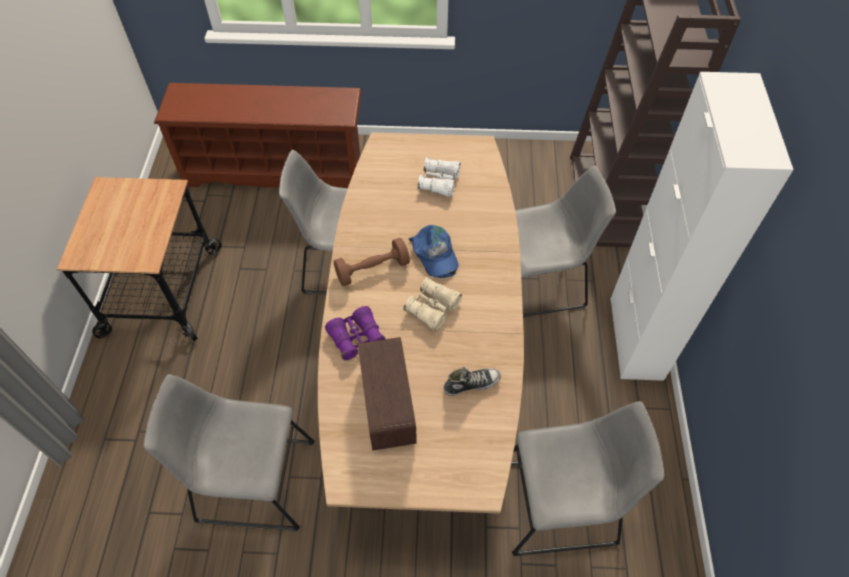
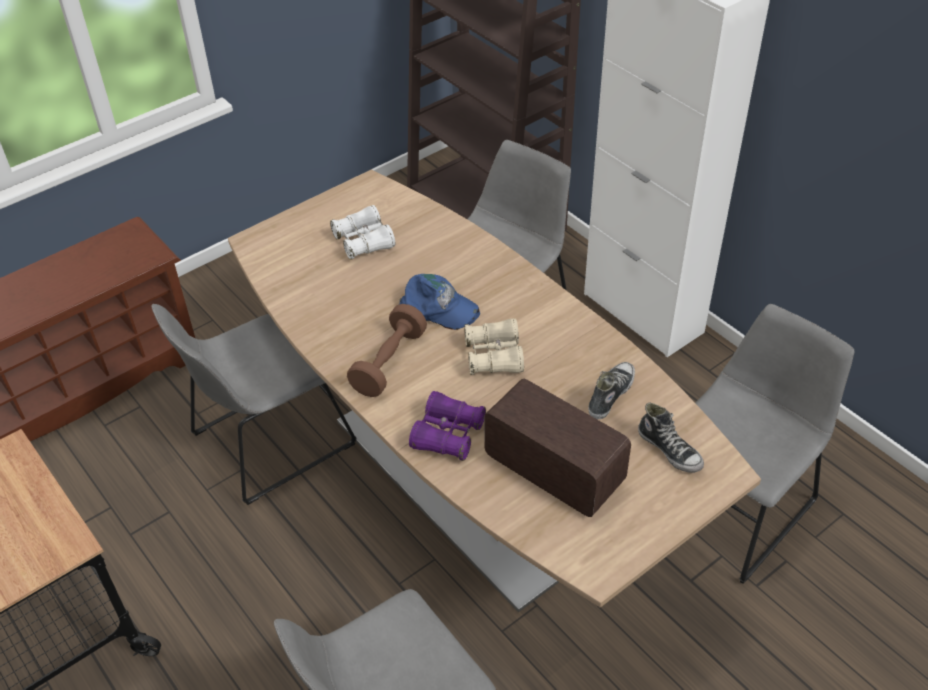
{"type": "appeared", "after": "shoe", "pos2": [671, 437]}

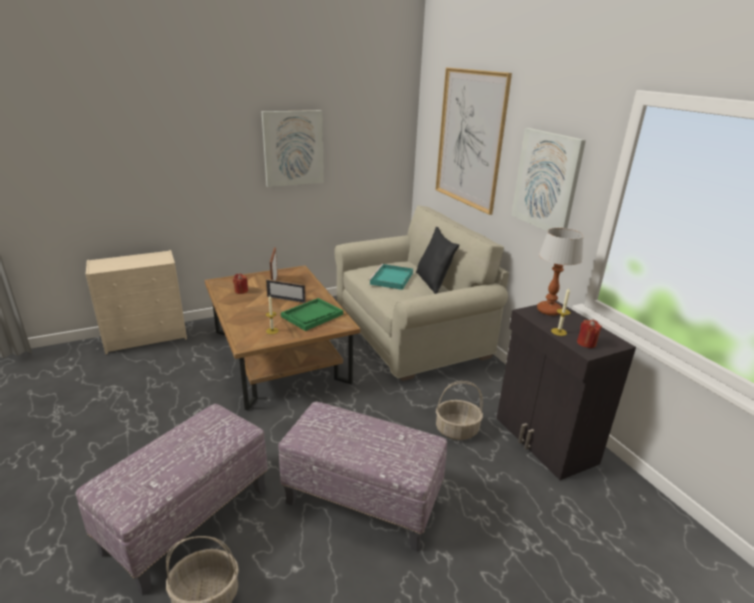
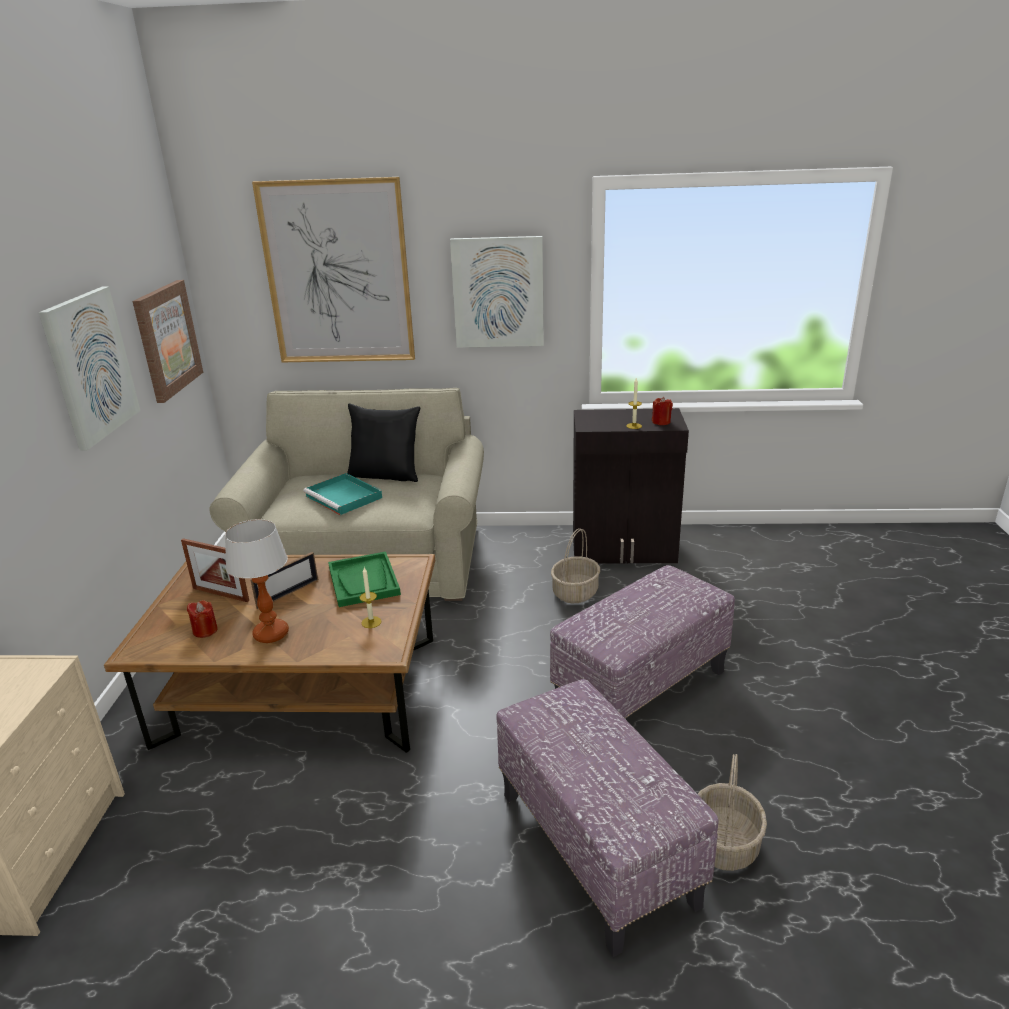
{"type": "relocated", "before": "table lamp", "pos1": [560, 272], "pos2": [257, 581]}
{"type": "appeared", "after": "picture", "pos2": [167, 341]}

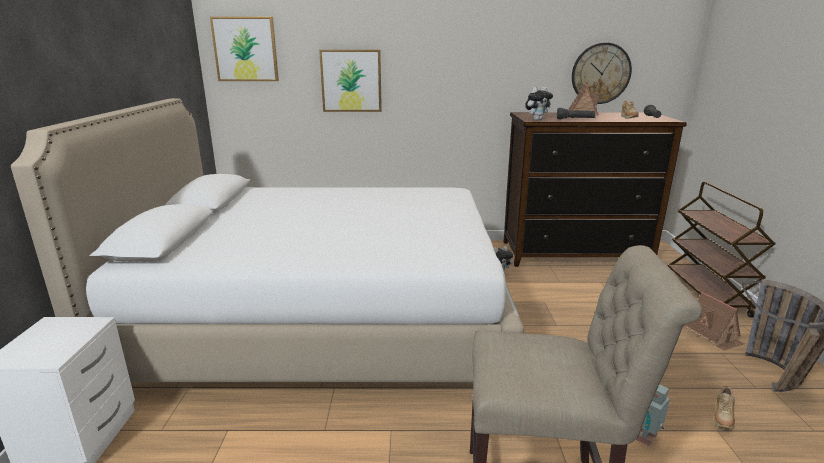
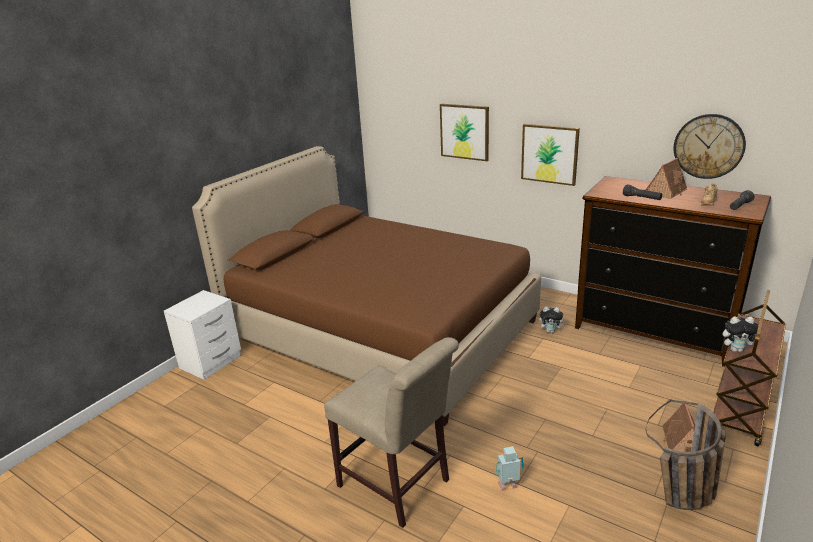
{"type": "relocated", "before": "picture", "pos1": [244, 49], "pos2": [550, 155]}
{"type": "relocated", "before": "plush toy", "pos1": [539, 103], "pos2": [742, 334]}
{"type": "colour", "before": "bed (white)", "after": "bed (brown)", "pos1": [267, 240], "pos2": [366, 286]}
{"type": "missing", "before": "shoe (beige)", "pos1": [724, 407]}

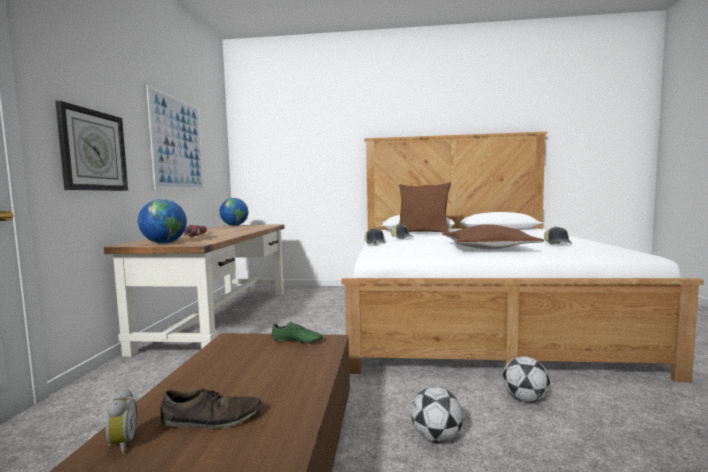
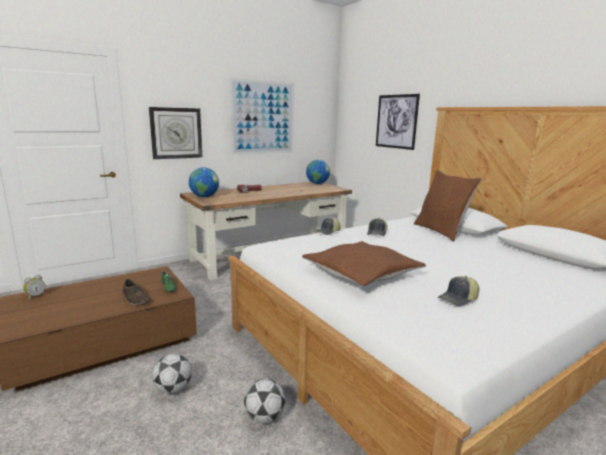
{"type": "relocated", "before": "shoe (brown)", "pos1": [211, 408], "pos2": [137, 292]}
{"type": "appeared", "after": "picture", "pos2": [398, 122]}

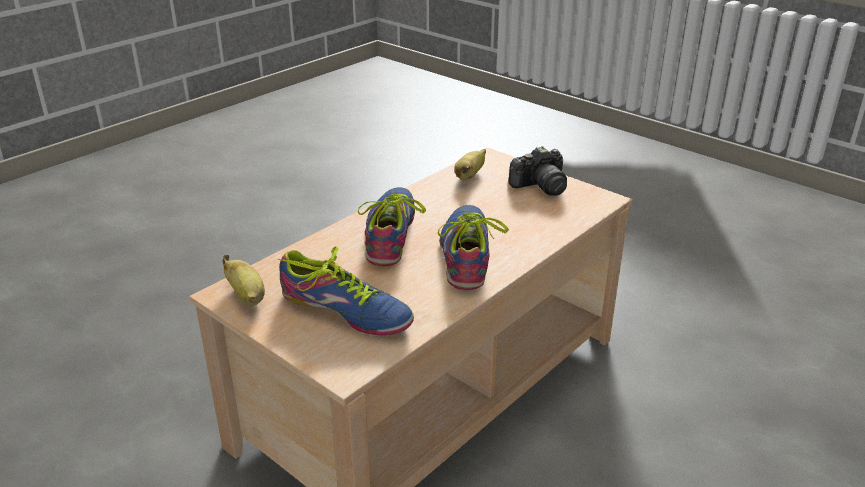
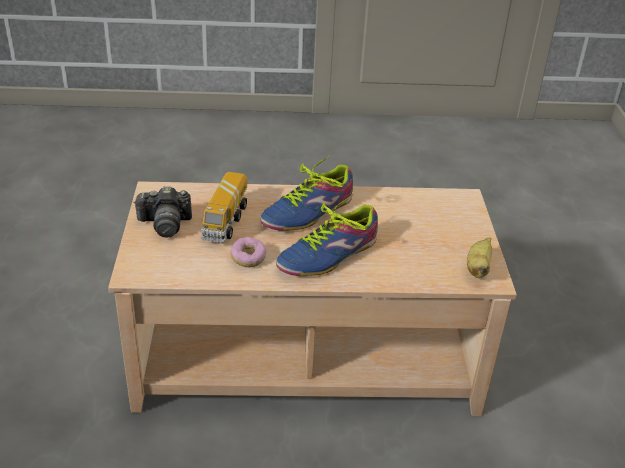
{"type": "spun", "before": "photo camera", "pos1": [538, 171], "pos2": [162, 211], "turn": 150}
{"type": "missing", "before": "banana", "pos1": [470, 165]}
{"type": "missing", "before": "shoe", "pos1": [346, 290]}
{"type": "appeared", "after": "toy truck", "pos2": [224, 207]}
{"type": "appeared", "after": "donut", "pos2": [248, 252]}

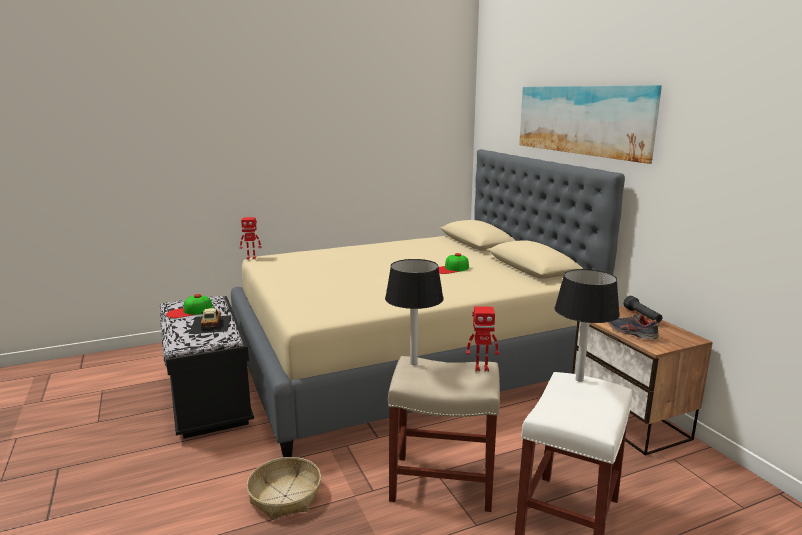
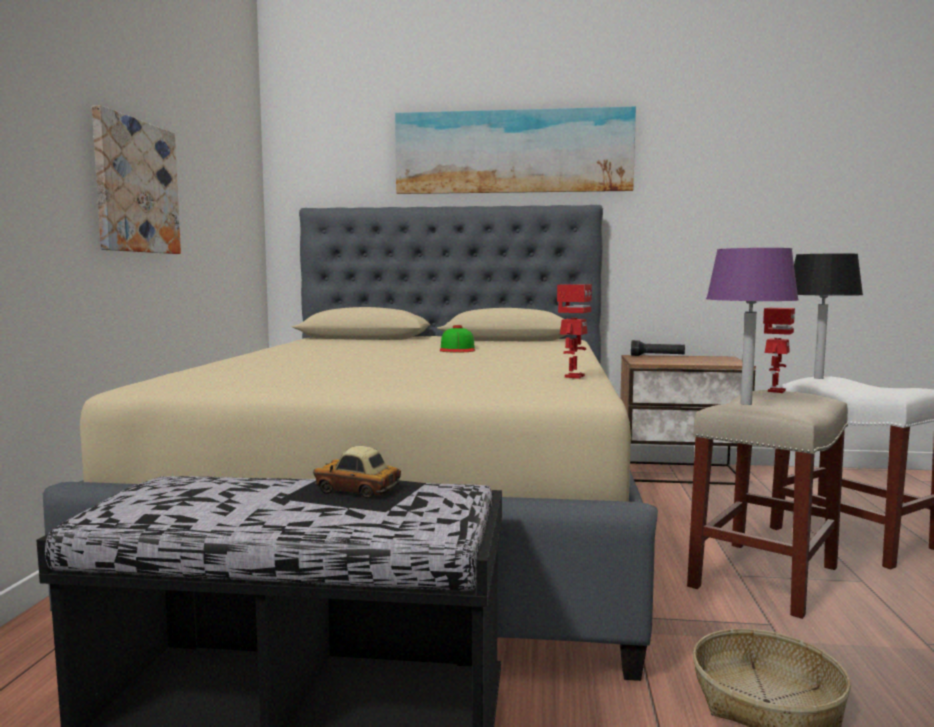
{"type": "relocated", "before": "toy robot", "pos1": [250, 238], "pos2": [574, 331]}
{"type": "colour", "before": "table lamp (black)", "after": "table lamp (purple)", "pos1": [414, 312], "pos2": [752, 326]}
{"type": "missing", "before": "cap", "pos1": [189, 306]}
{"type": "missing", "before": "shoe", "pos1": [633, 326]}
{"type": "appeared", "after": "picture", "pos2": [136, 179]}

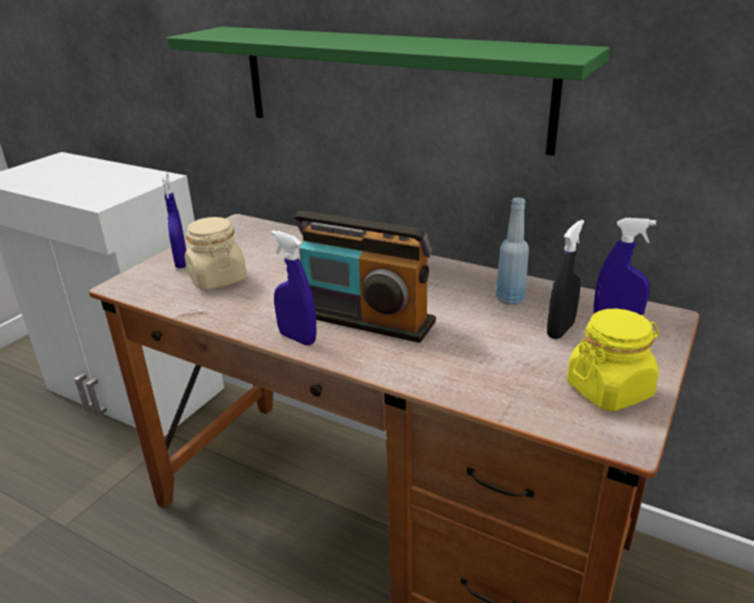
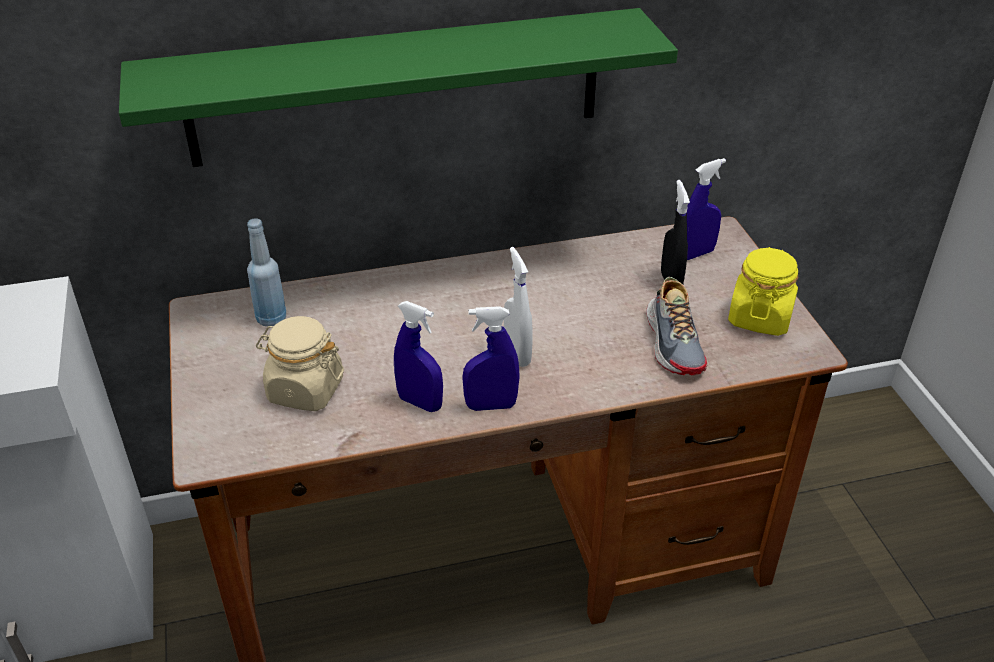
{"type": "relocated", "before": "spray bottle (blue)", "pos1": [174, 220], "pos2": [418, 356]}
{"type": "relocated", "before": "bottle (blue)", "pos1": [512, 251], "pos2": [266, 272]}
{"type": "exchanged", "before": "radio", "after": "spray bottle (white)", "pos1": [365, 277], "pos2": [518, 307]}
{"type": "appeared", "after": "shoe", "pos2": [677, 326]}

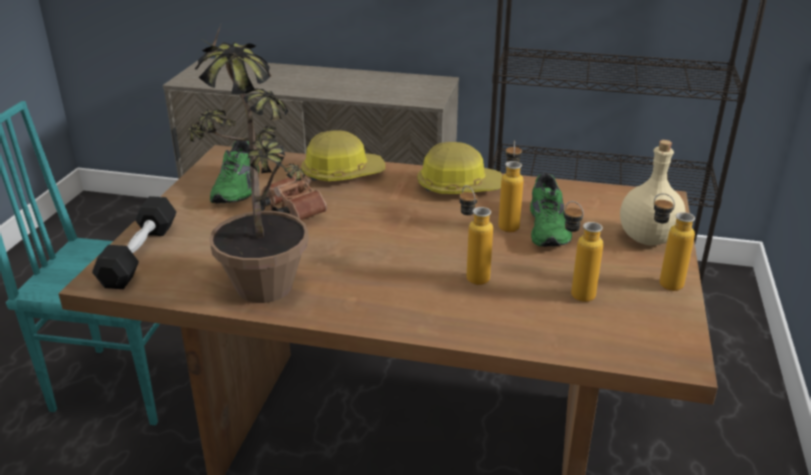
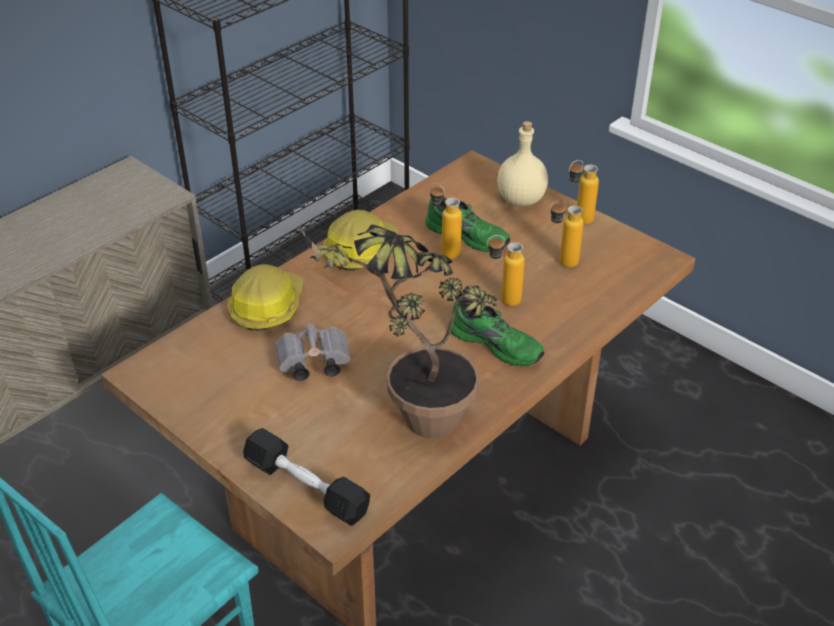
{"type": "relocated", "before": "shoe (green)", "pos1": [234, 171], "pos2": [496, 331]}
{"type": "colour", "before": "binoculars (brown)", "after": "binoculars (grey)", "pos1": [294, 198], "pos2": [312, 352]}

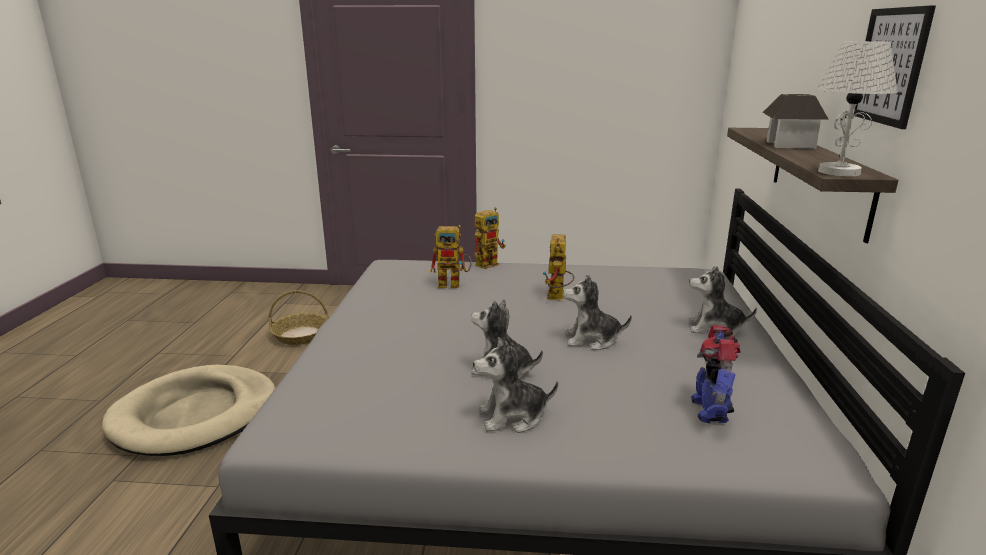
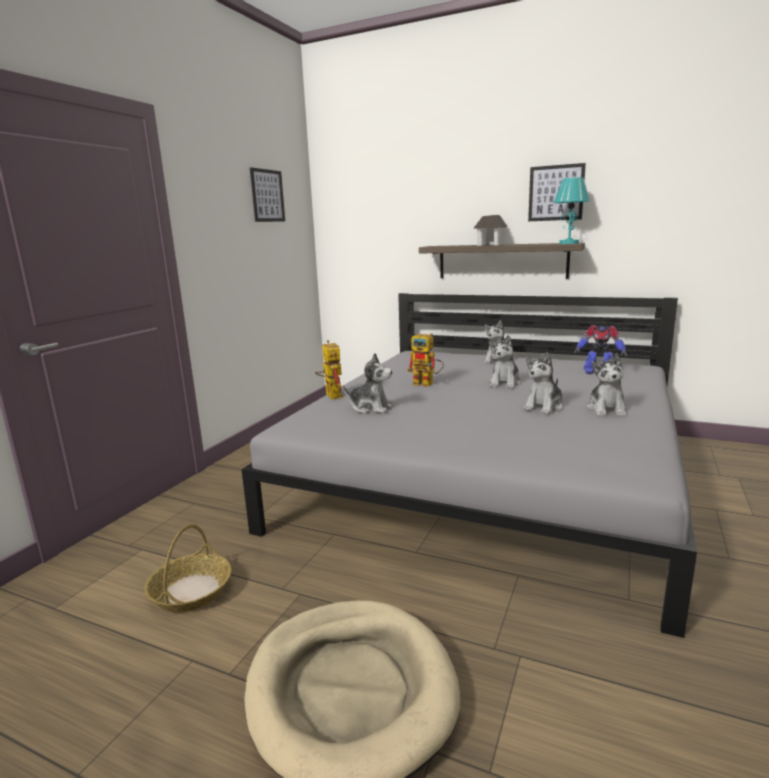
{"type": "colour", "before": "table lamp (white)", "after": "table lamp (turquoise)", "pos1": [857, 108], "pos2": [572, 210]}
{"type": "exchanged", "before": "toy robot", "after": "plush toy", "pos1": [451, 256], "pos2": [368, 383]}
{"type": "appeared", "after": "picture", "pos2": [267, 194]}

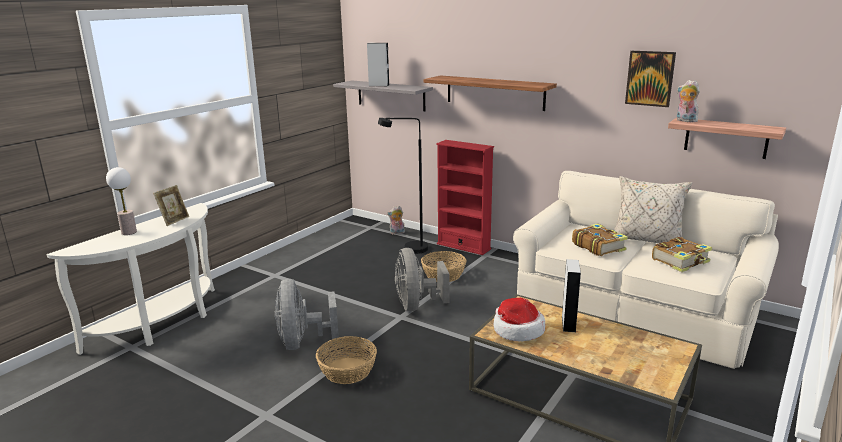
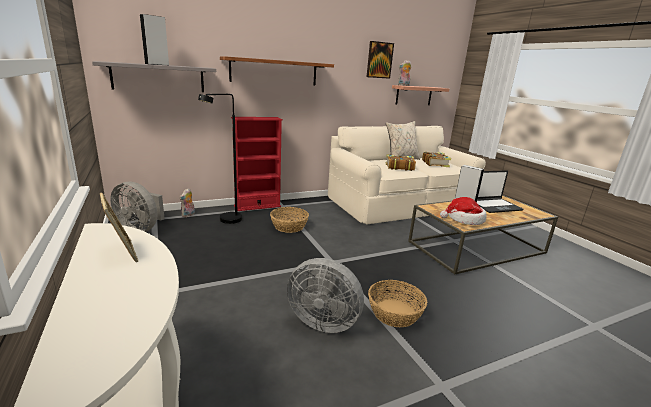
{"type": "missing", "before": "table lamp", "pos1": [121, 201]}
{"type": "relocated", "before": "fan (grey)", "pos1": [422, 279], "pos2": [137, 207]}
{"type": "appeared", "after": "laptop", "pos2": [500, 191]}

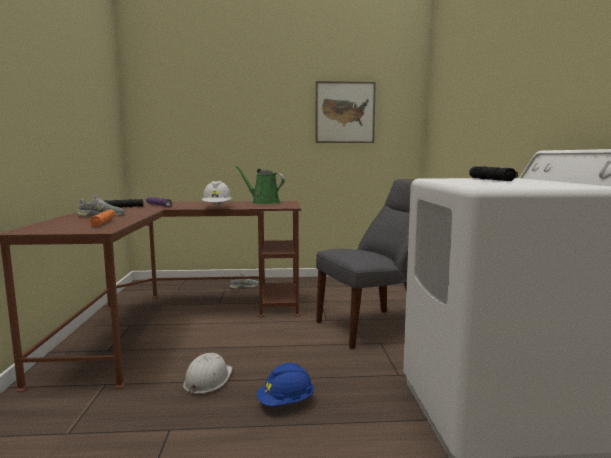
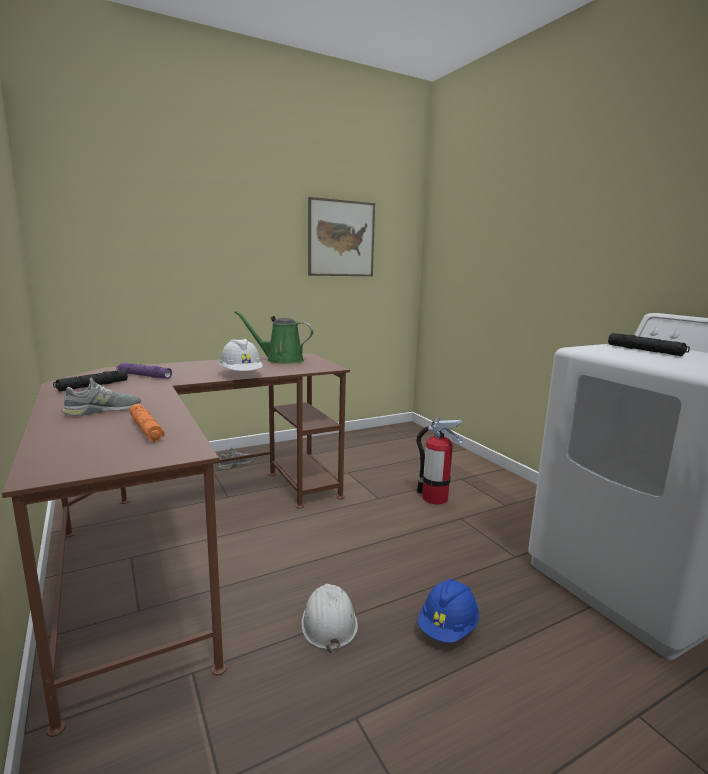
{"type": "exchanged", "before": "chair (grey)", "after": "fire extinguisher", "pos1": [365, 264], "pos2": [439, 460]}

